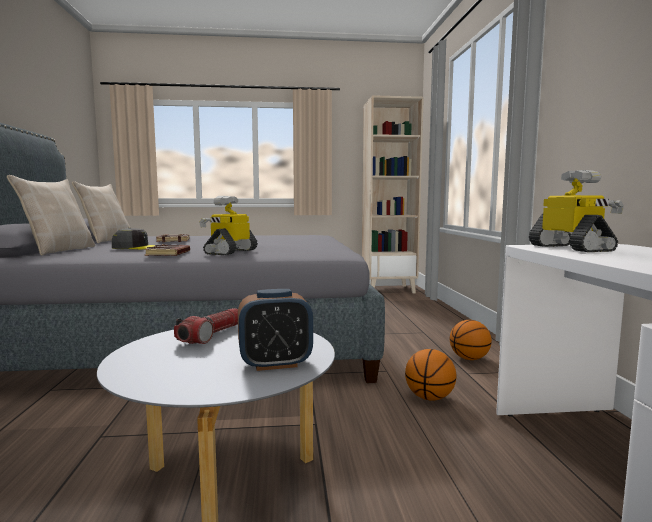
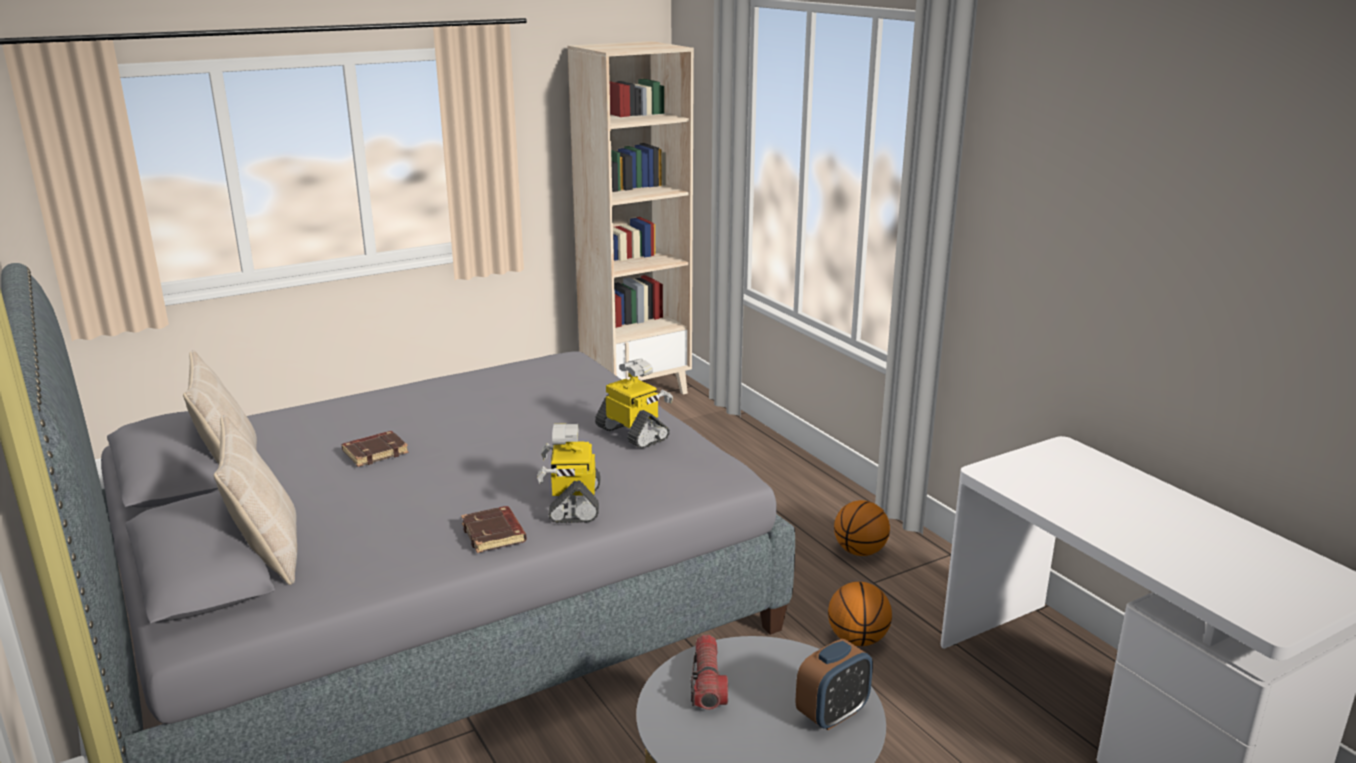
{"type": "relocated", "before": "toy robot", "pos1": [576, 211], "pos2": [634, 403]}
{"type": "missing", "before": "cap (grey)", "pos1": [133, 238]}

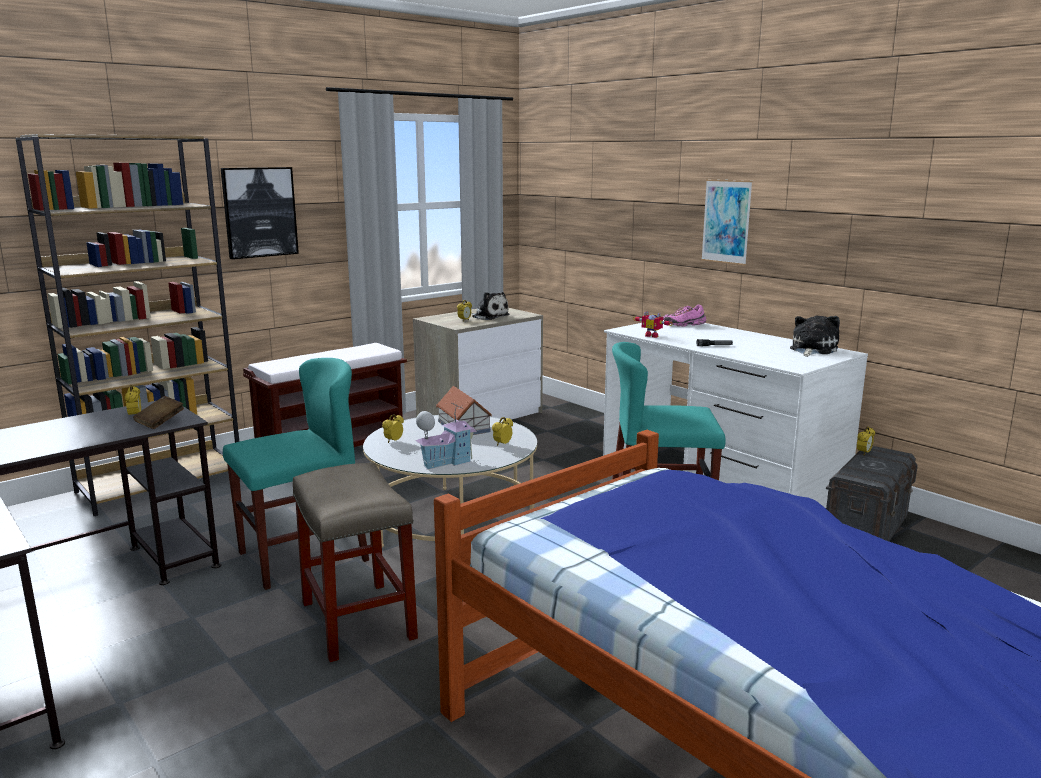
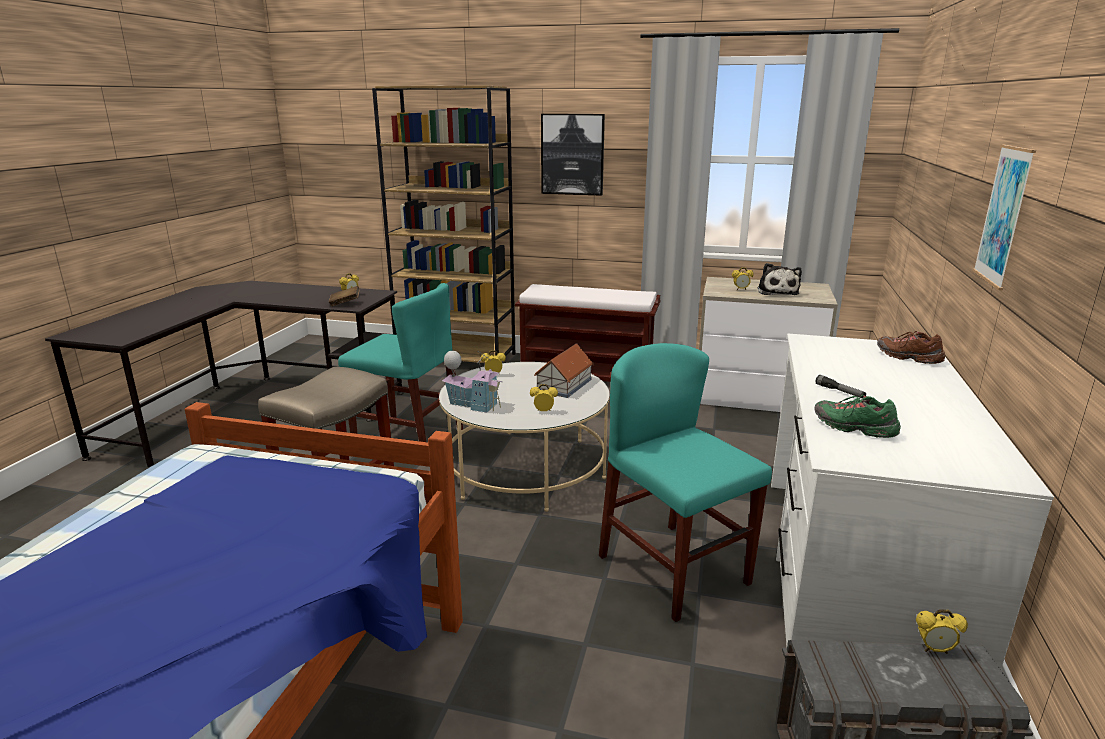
{"type": "colour", "before": "shoe (pink)", "after": "shoe (brown)", "pos1": [684, 316], "pos2": [911, 347]}
{"type": "missing", "before": "toy robot", "pos1": [653, 324]}
{"type": "missing", "before": "plush toy", "pos1": [815, 336]}
{"type": "appeared", "after": "shoe (green)", "pos2": [857, 416]}

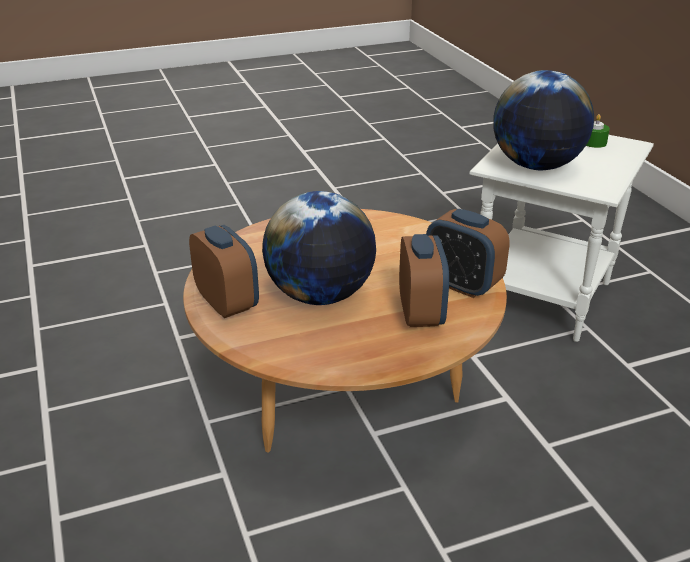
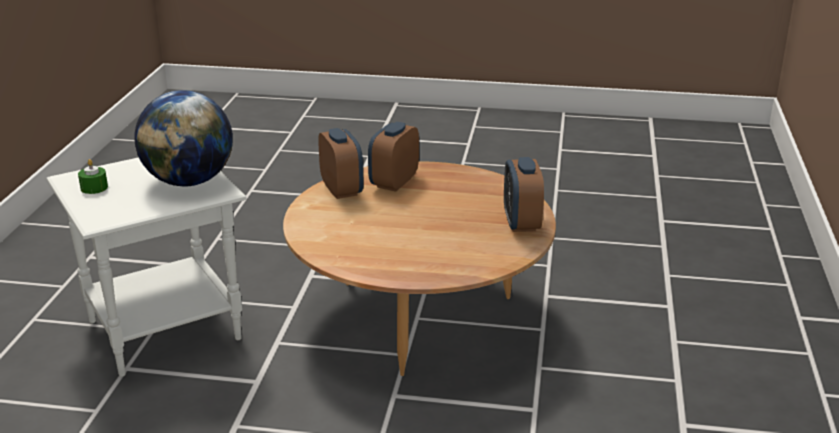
{"type": "missing", "before": "globe", "pos1": [319, 248]}

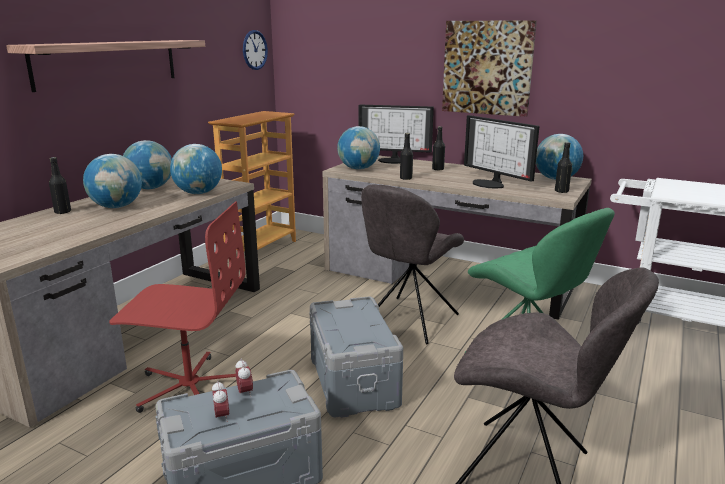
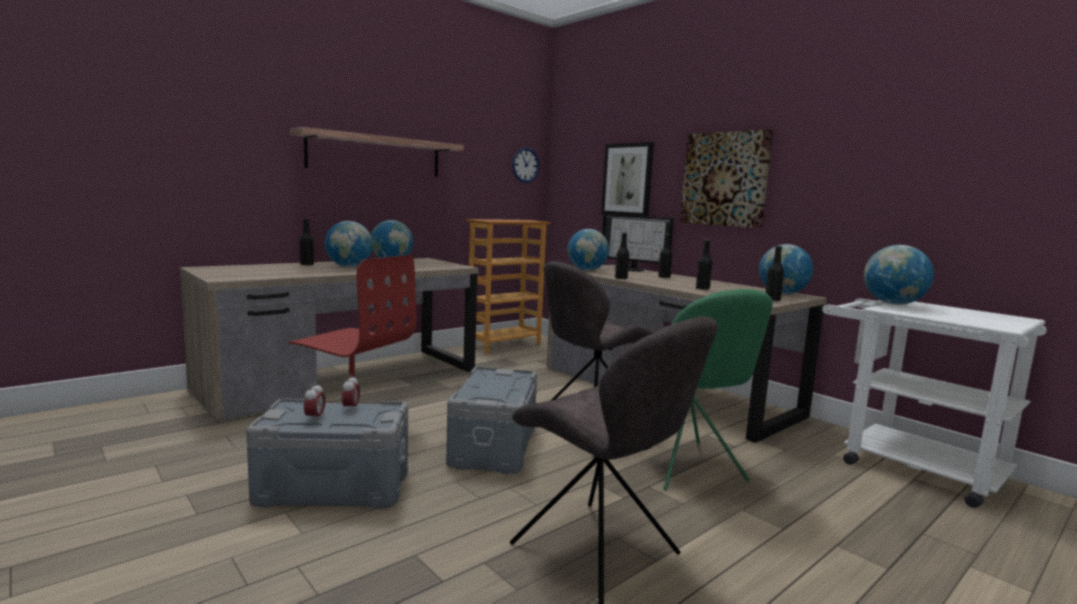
{"type": "exchanged", "before": "monitor", "after": "bottle (black)", "pos1": [501, 151], "pos2": [704, 264]}
{"type": "relocated", "before": "globe", "pos1": [196, 169], "pos2": [899, 275]}
{"type": "appeared", "after": "picture", "pos2": [627, 179]}

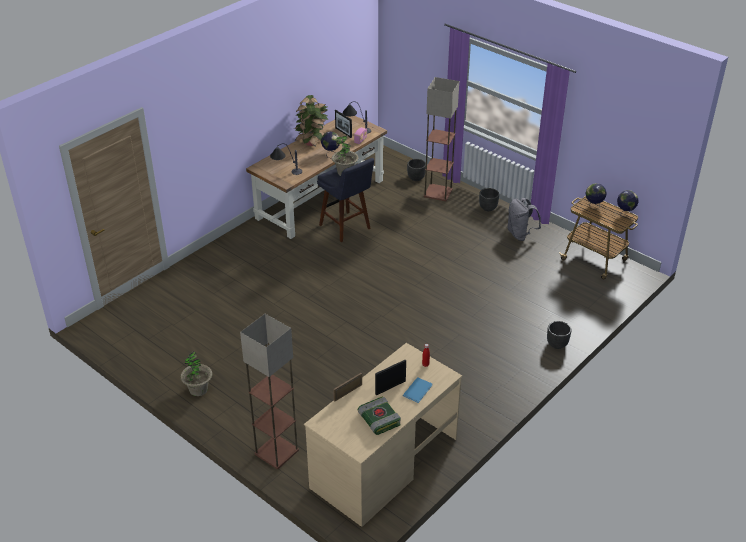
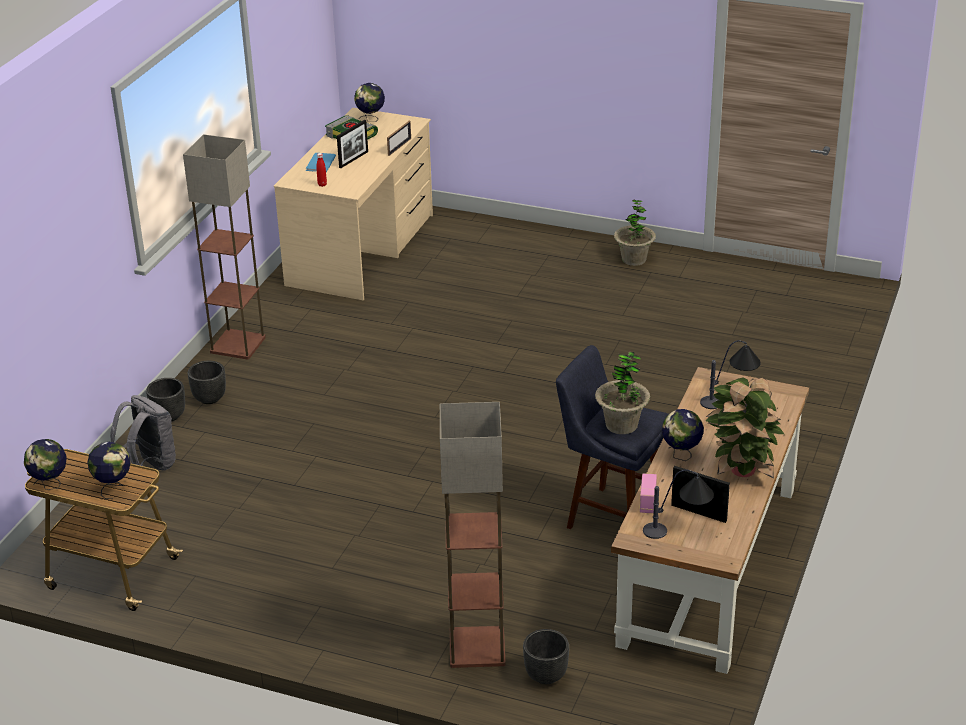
{"type": "relocated", "before": "planter (black)", "pos1": [489, 199], "pos2": [207, 382]}
{"type": "relocated", "before": "backpack (grey)", "pos1": [524, 219], "pos2": [143, 433]}
{"type": "relocated", "before": "floor lamp", "pos1": [269, 391], "pos2": [224, 247]}
{"type": "appeared", "after": "globe", "pos2": [369, 102]}

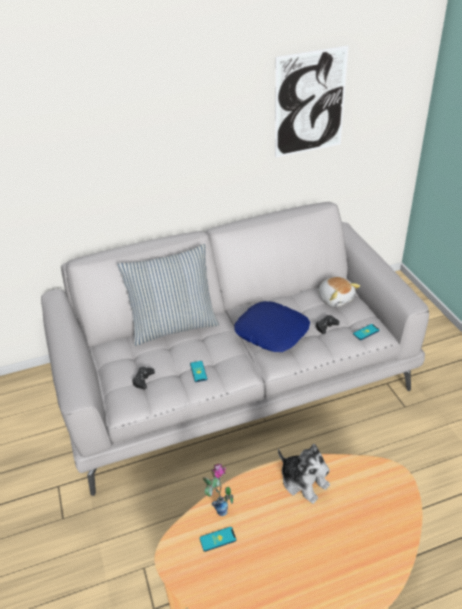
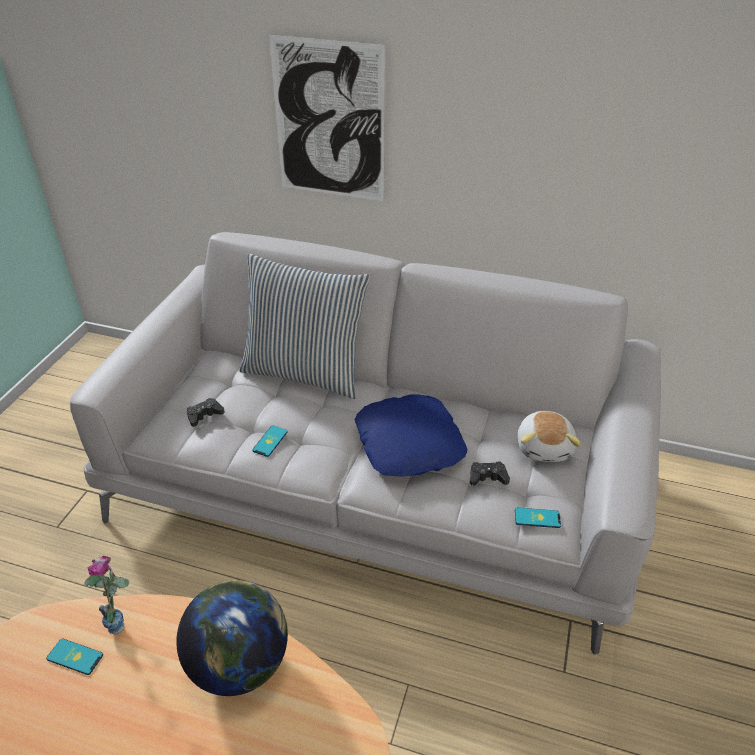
{"type": "relocated", "before": "picture", "pos1": [312, 101], "pos2": [327, 118]}
{"type": "exchanged", "before": "plush toy", "after": "globe", "pos1": [304, 474], "pos2": [232, 638]}

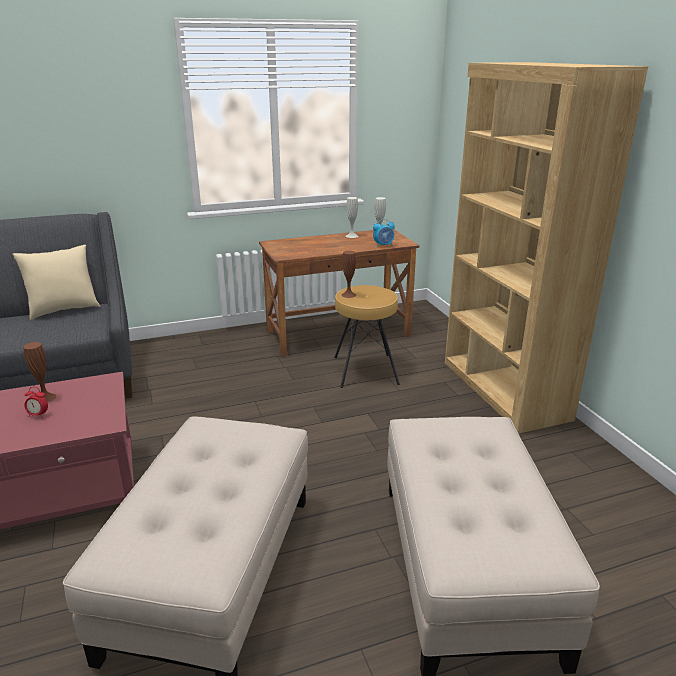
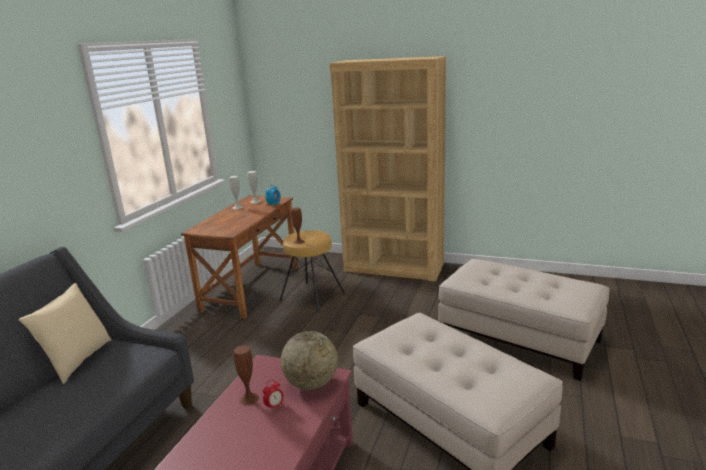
{"type": "appeared", "after": "globe", "pos2": [309, 360]}

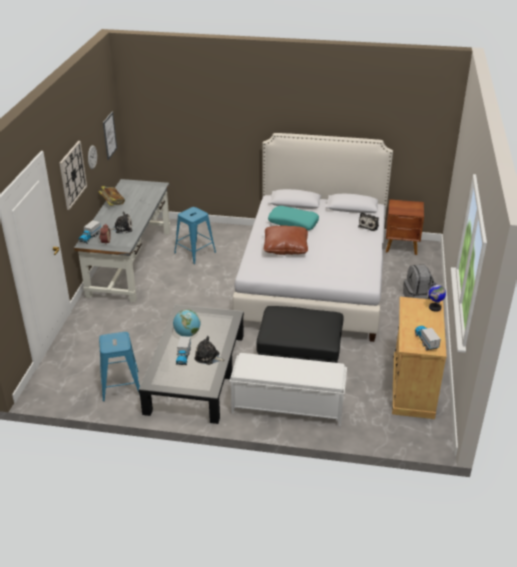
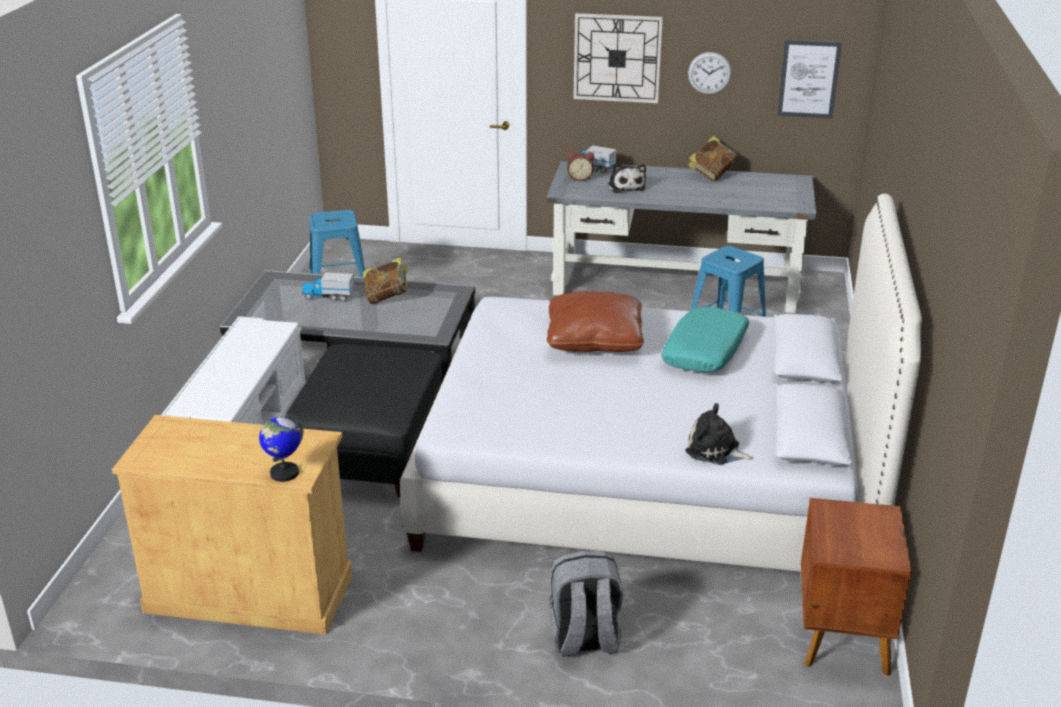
{"type": "exchanged", "before": "globe", "after": "book", "pos1": [186, 323], "pos2": [386, 280]}
{"type": "missing", "before": "toy truck", "pos1": [428, 338]}
{"type": "missing", "before": "plush toy", "pos1": [209, 350]}

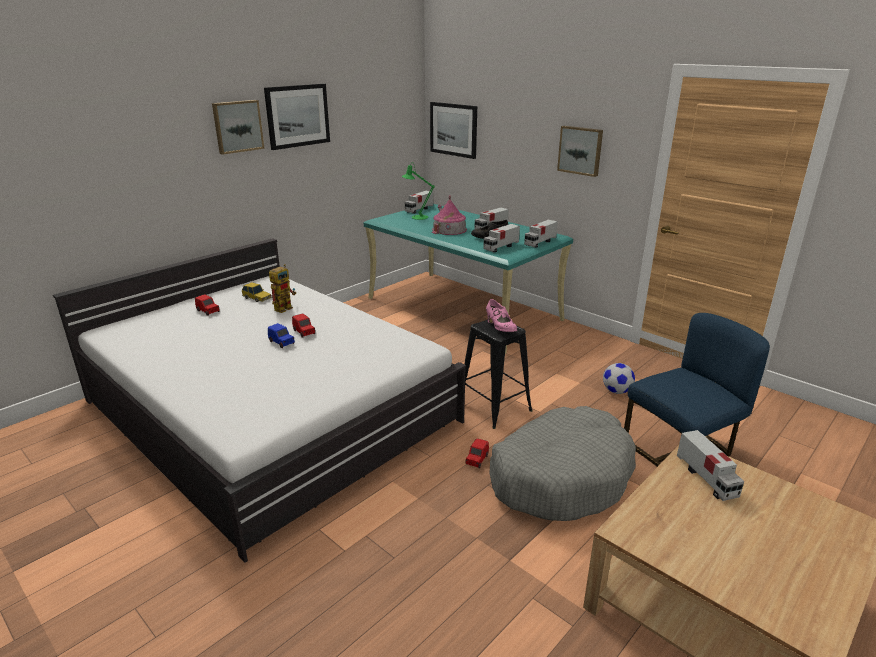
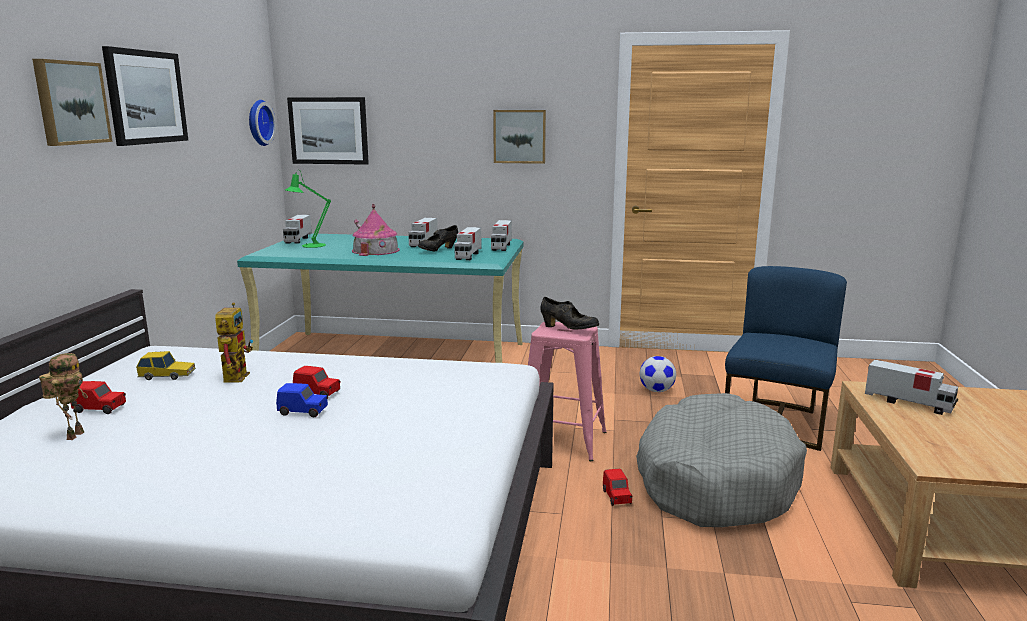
{"type": "colour", "before": "shoe (pink)", "after": "shoe (black)", "pos1": [501, 315], "pos2": [569, 313]}
{"type": "colour", "before": "stool (black)", "after": "stool (pink)", "pos1": [498, 374], "pos2": [567, 391]}
{"type": "appeared", "after": "wall clock", "pos2": [262, 123]}
{"type": "appeared", "after": "toy robot", "pos2": [63, 396]}

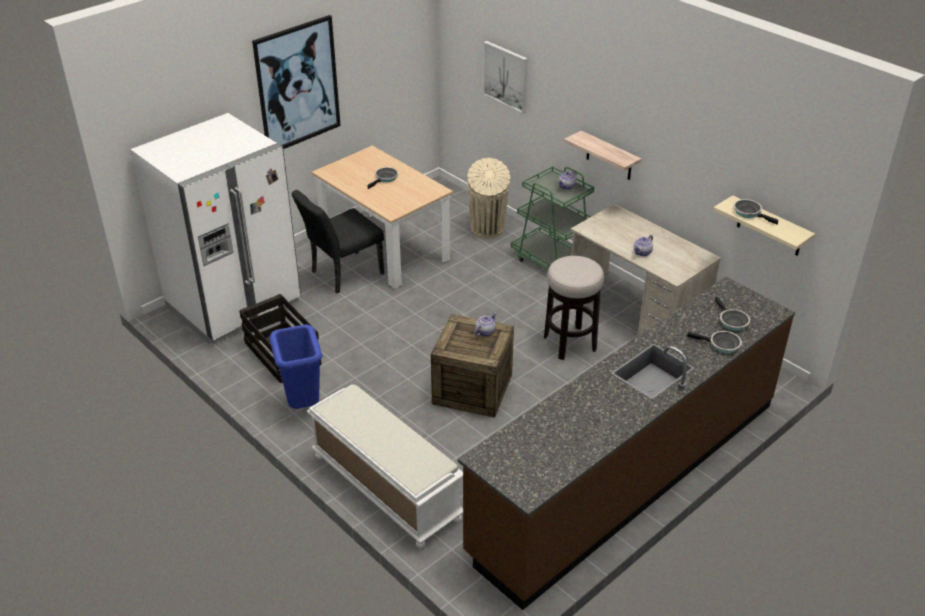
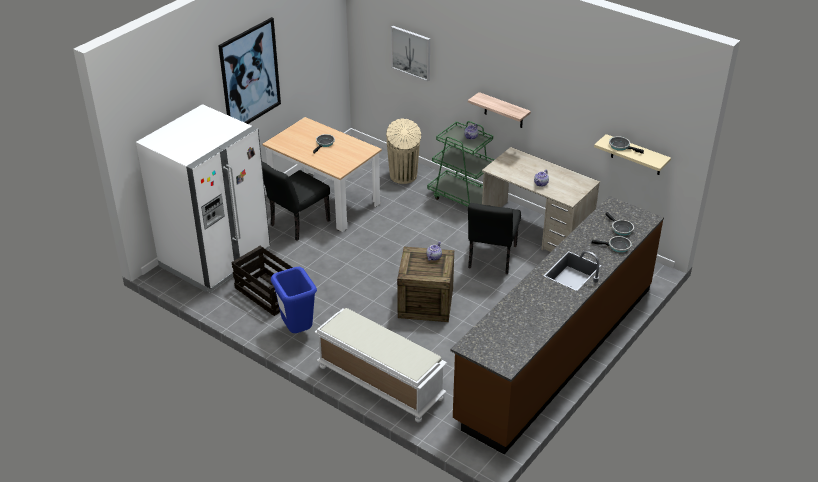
{"type": "exchanged", "before": "stool", "after": "chair (black)", "pos1": [574, 308], "pos2": [494, 238]}

